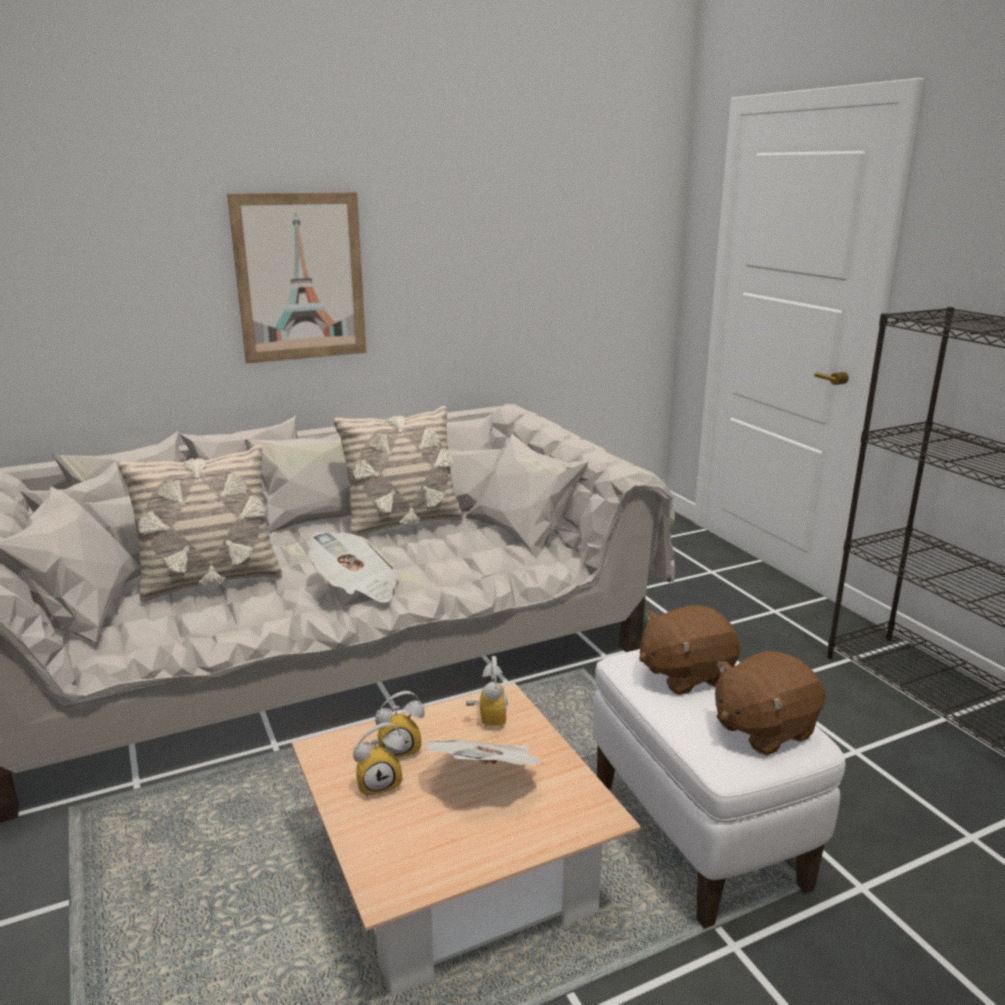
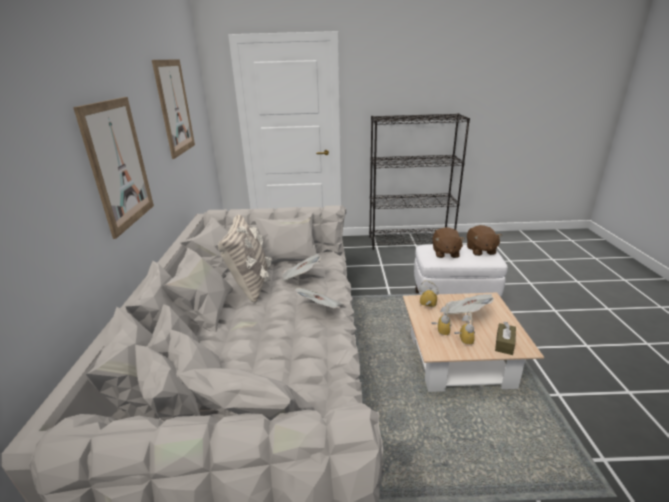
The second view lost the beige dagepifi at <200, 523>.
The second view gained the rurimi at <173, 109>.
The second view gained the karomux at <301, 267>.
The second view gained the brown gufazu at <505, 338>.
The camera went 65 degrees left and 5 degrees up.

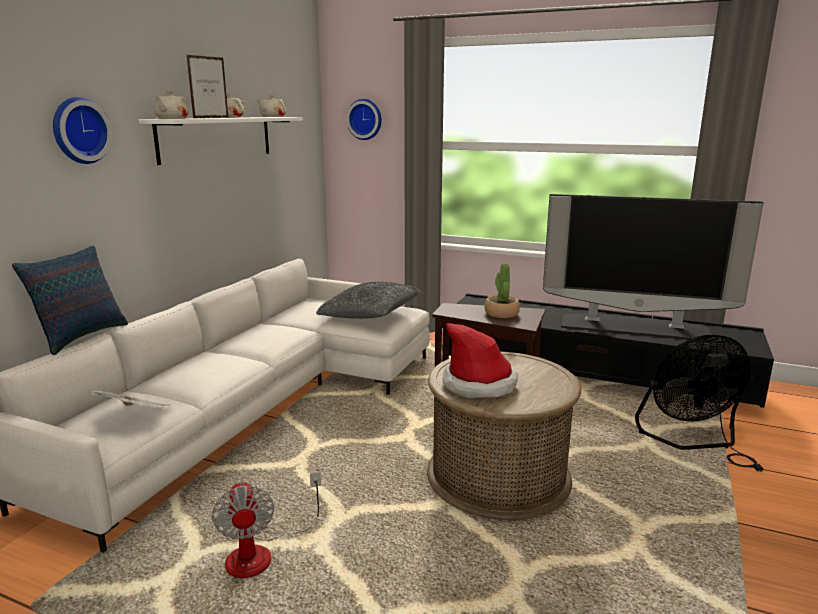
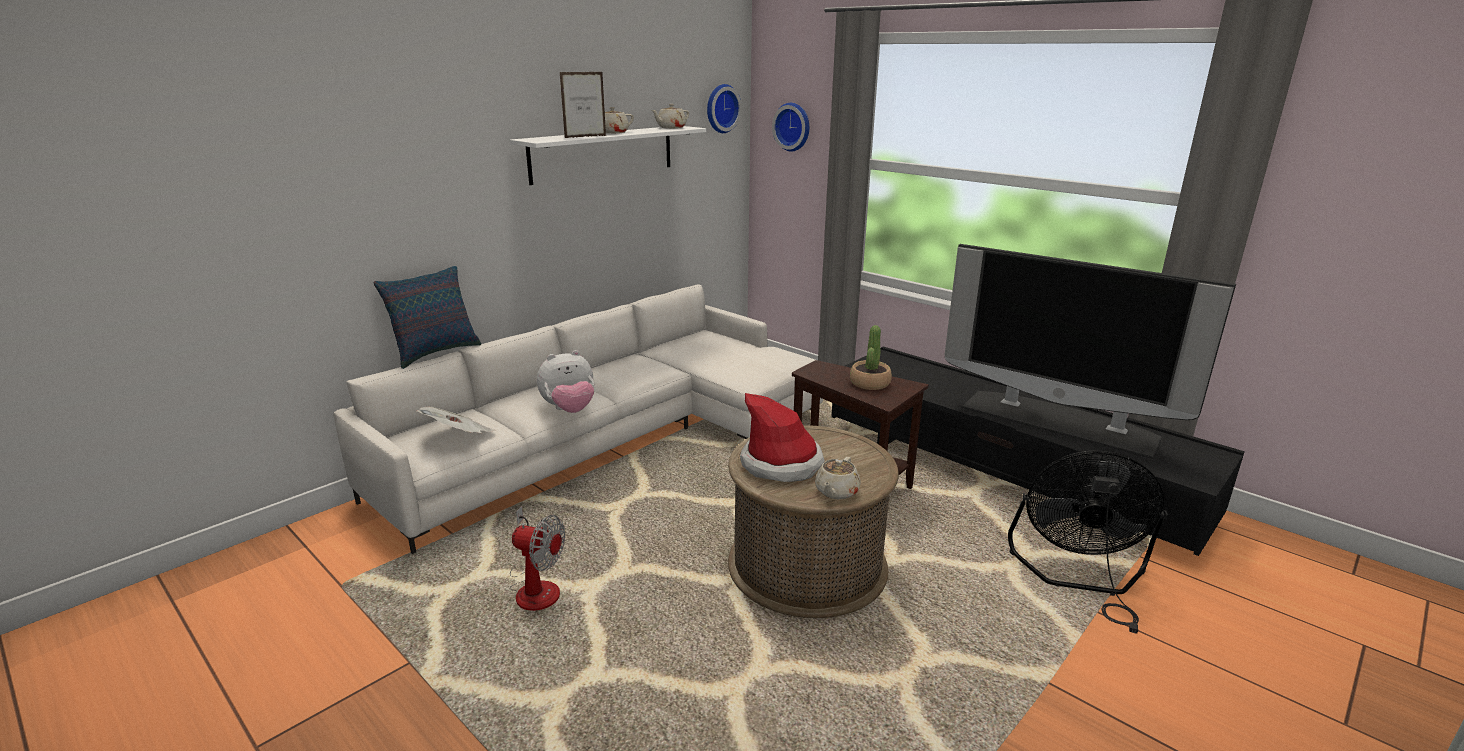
The second view lost the grey dagepifi at <368, 300>.
The second view gained the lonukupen at <565, 381>.
The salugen ended up elsewhere, having gone from <82, 130> to <724, 108>.
The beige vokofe ended up elsewhere, having gone from <171, 105> to <838, 478>.
The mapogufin at <266, 525> ended up facing another way, 75 degrees counterclockwise from before.
The camera went 20 degrees right and 5 degrees up.

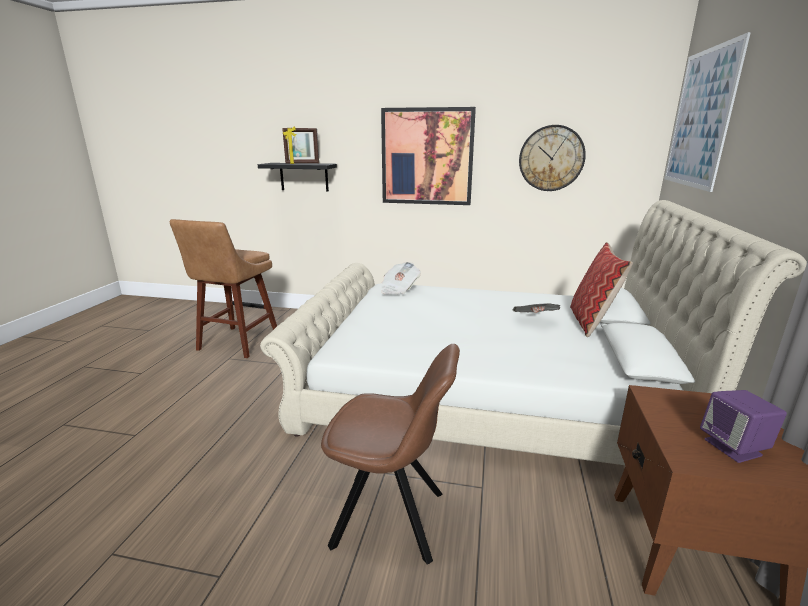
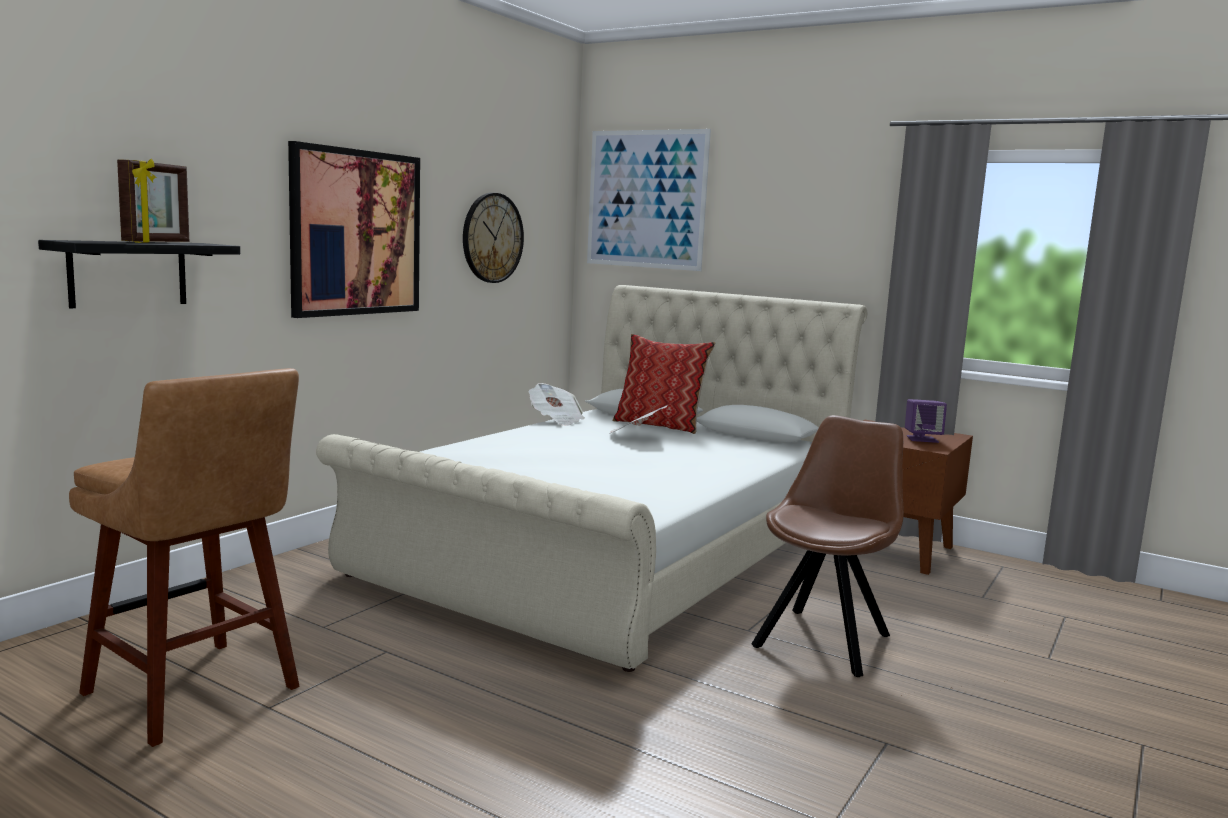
The karomux ended up elsewhere, having gone from <401, 278> to <557, 404>.
The camera went 70 degrees left and 10 degrees down.

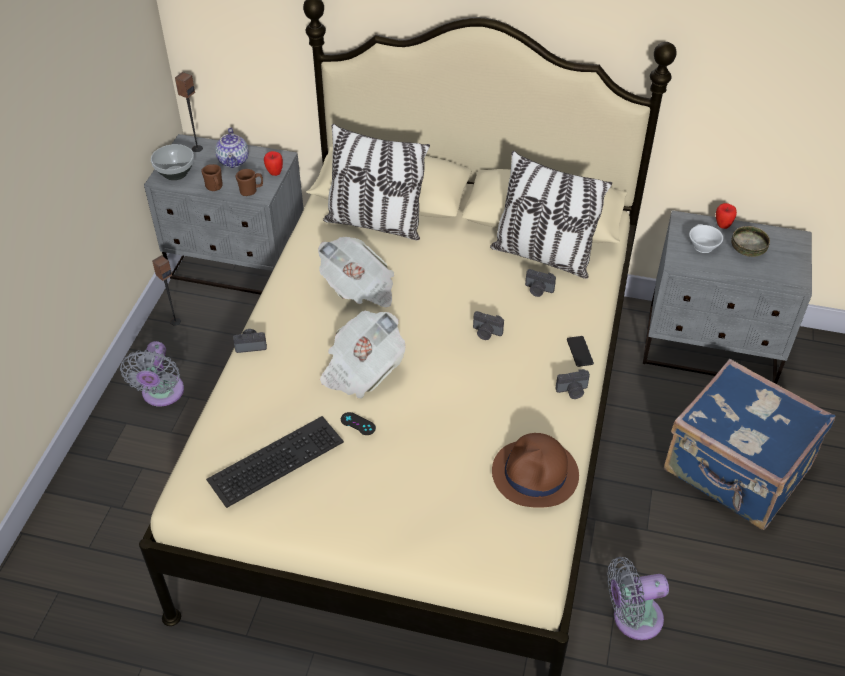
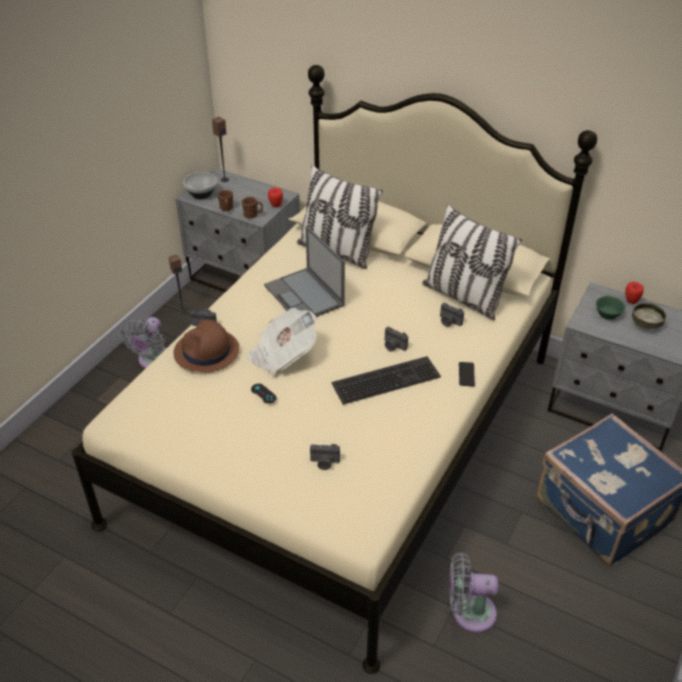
The second view lost the vokofe at <232, 147>.
The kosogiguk ended up elsewhere, having gone from <275, 462> to <386, 380>.
The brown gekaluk ended up elsewhere, having gone from <535, 470> to <206, 346>.
The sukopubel ended up elsewhere, having gone from <572, 384> to <325, 457>.
Where the karomux stood at <356, 272>, the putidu came to stand at <304, 271>.
What was the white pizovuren at <706, 238> turned into the green pizovuren at <611, 307>.
The camera went 15 degrees right and 5 degrees down.

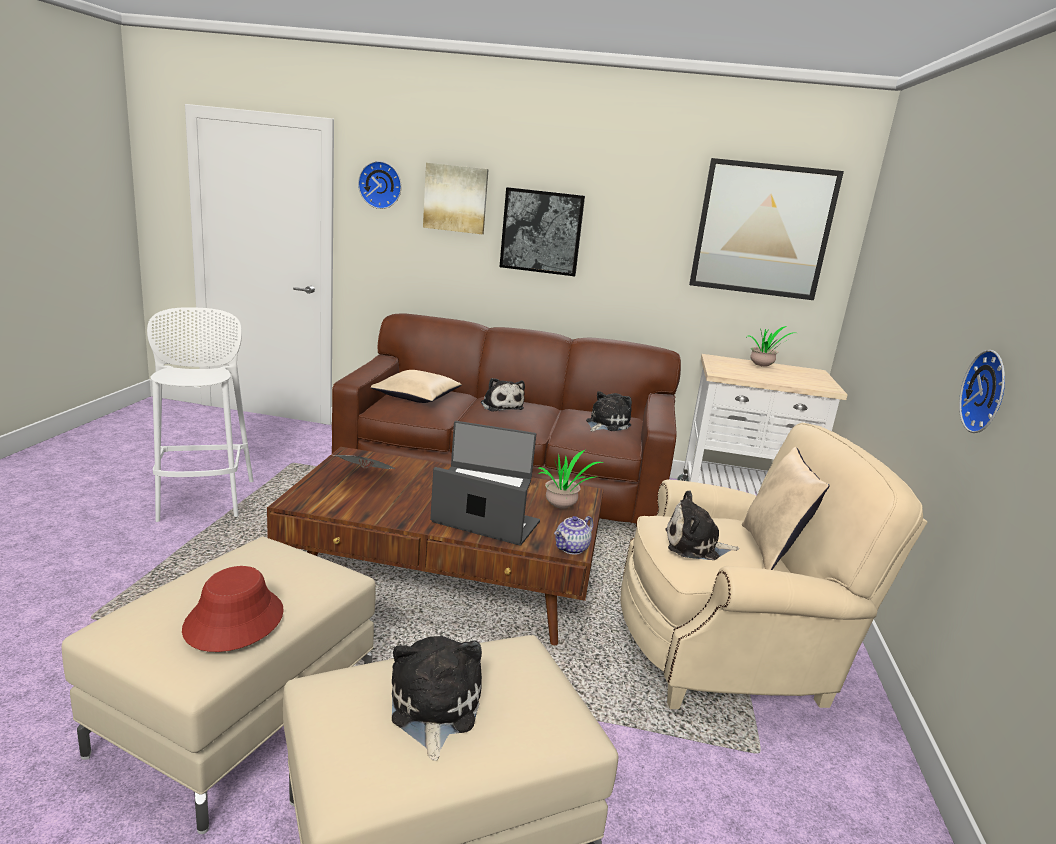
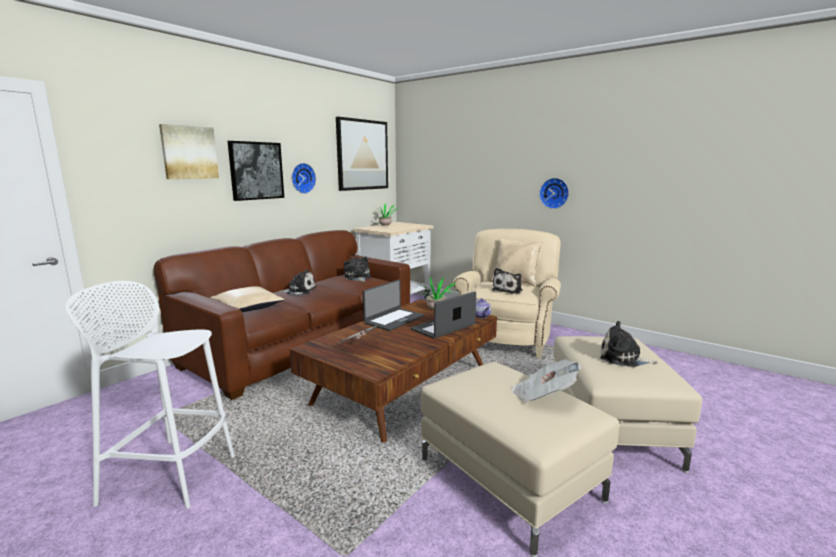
The salugen ended up elsewhere, having gone from <380, 185> to <304, 178>.
Where the red gekaluk stood at <233, 609>, the karomux came to stand at <546, 381>.
The camera went 60 degrees left and 5 degrees down.

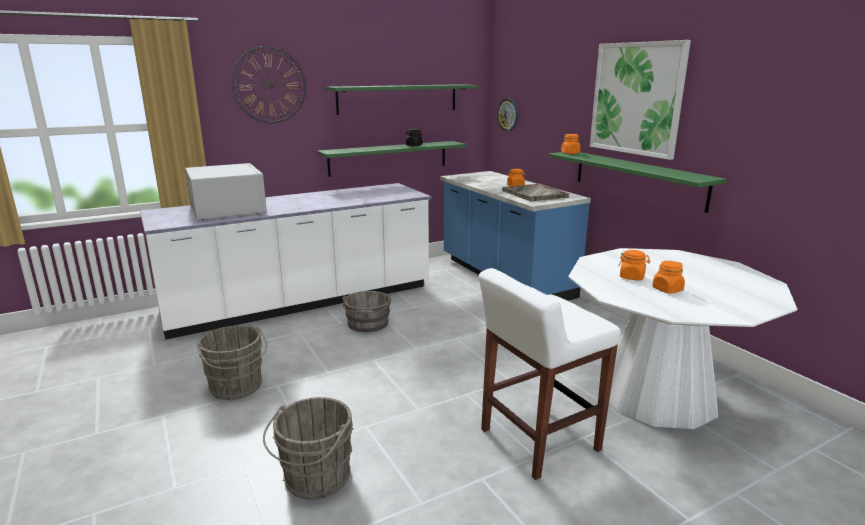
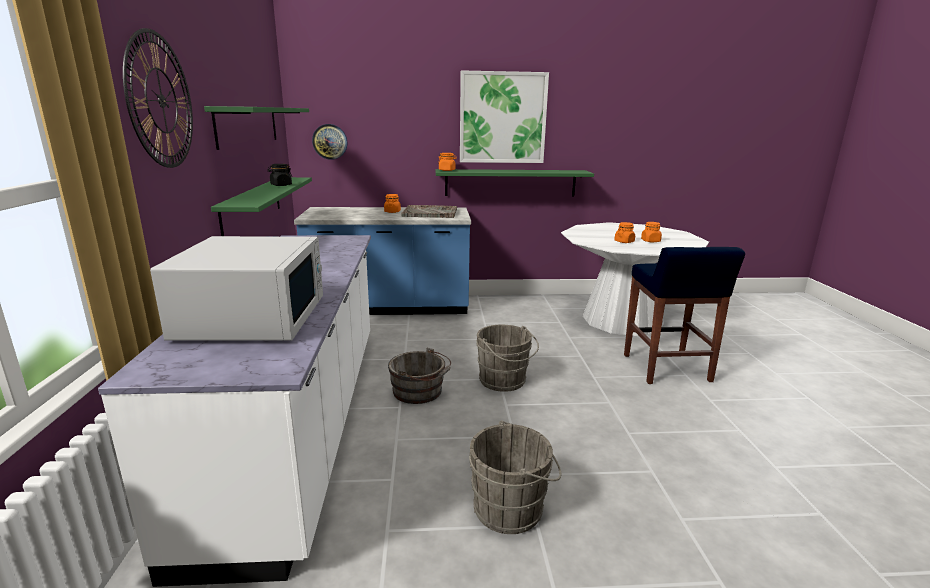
The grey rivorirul ended up elsewhere, having gone from <308, 448> to <507, 358>.
What was the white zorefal at <550, 374> turned into the blue zorefal at <684, 315>.
The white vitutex at <226, 191> ended up facing another way, 90 degrees clockwise from before.
The camera went 65 degrees left and 0 degrees up.

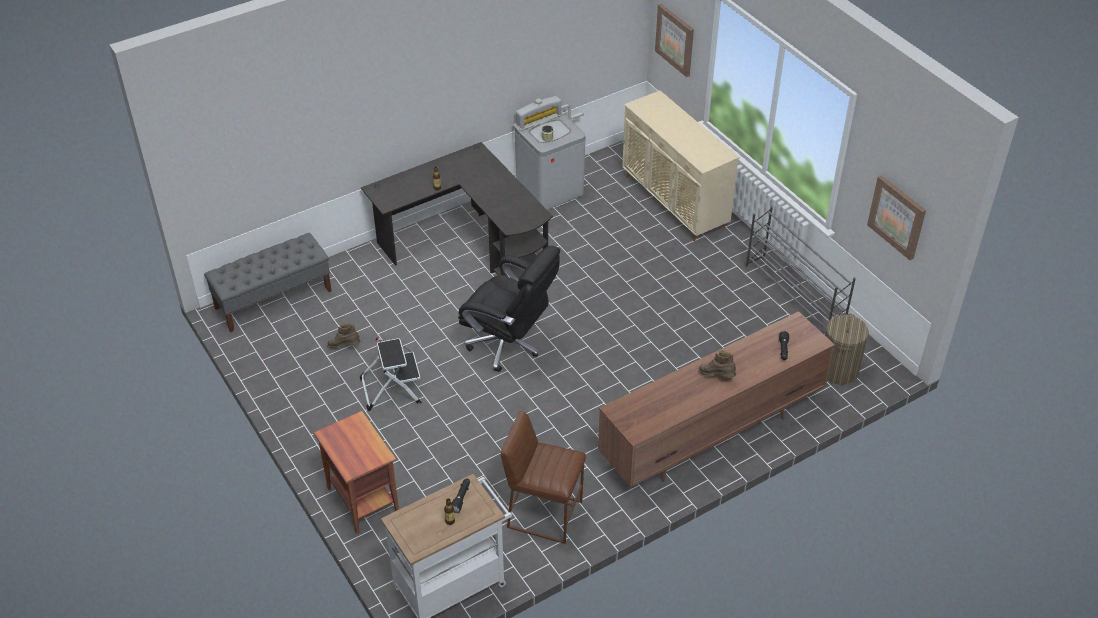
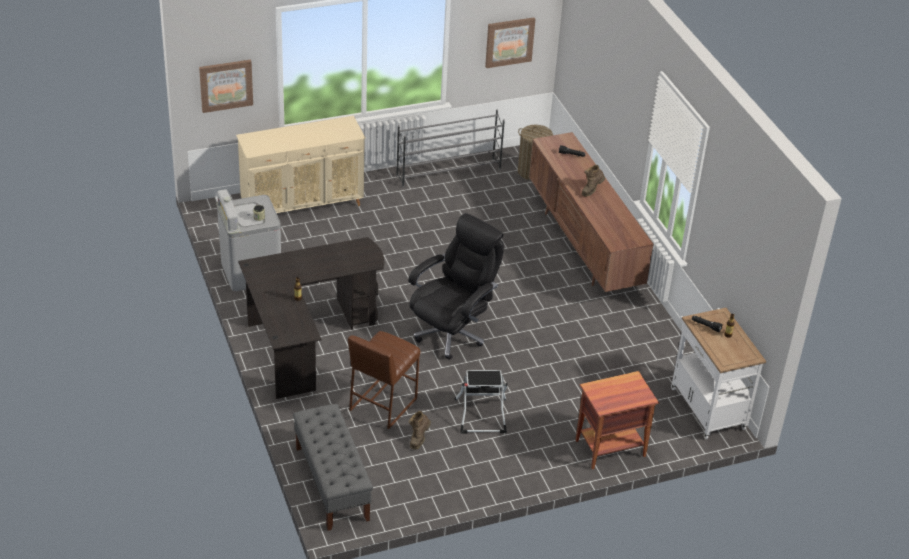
The brown zorefal ended up elsewhere, having gone from <543, 477> to <384, 380>.
The camera went 80 degrees left and 5 degrees down.

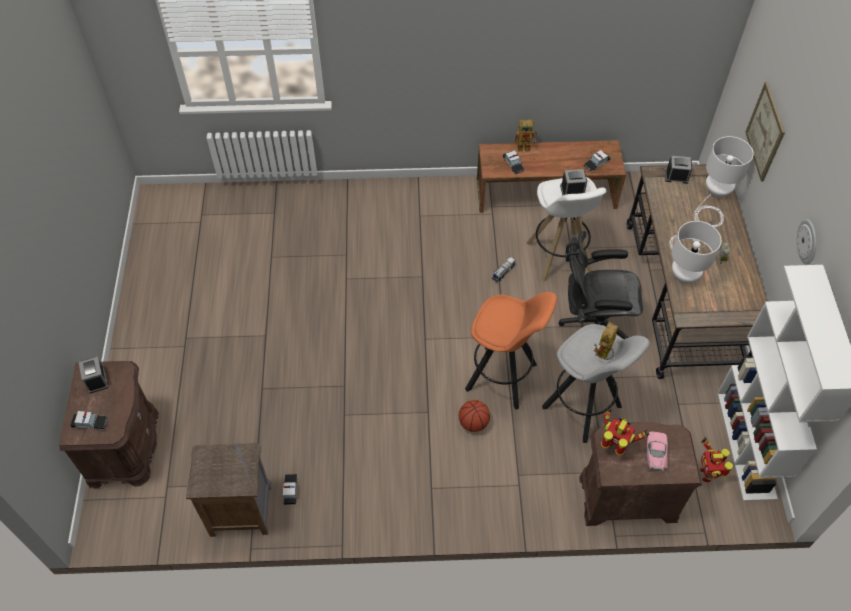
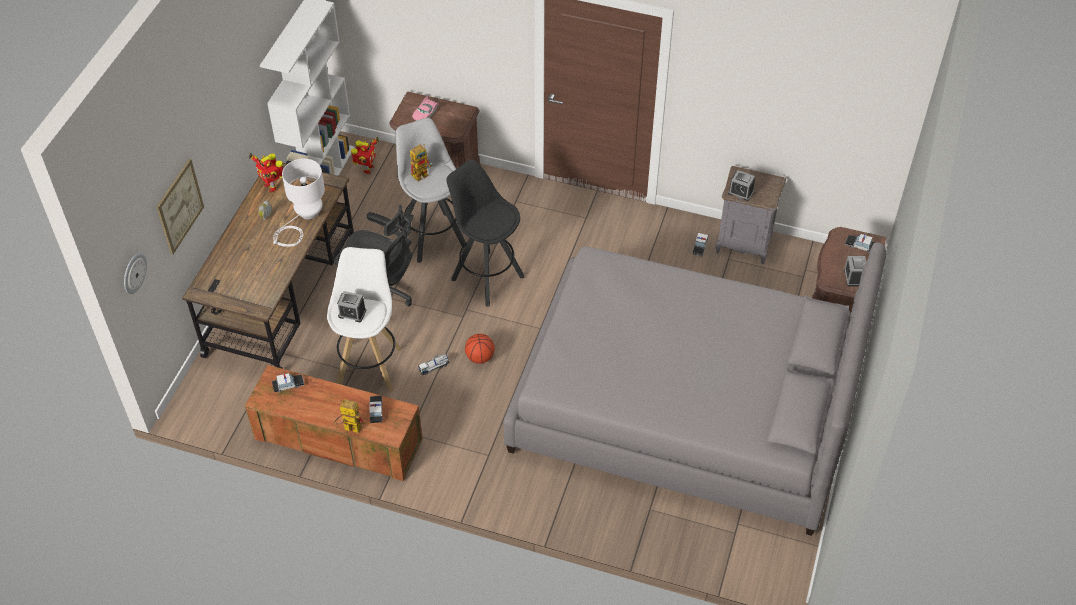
The second view lost the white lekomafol at <724, 181>.
The second view gained the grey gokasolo at <695, 389>.
The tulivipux ended up elsewhere, having gone from <474, 416> to <480, 349>.
The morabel ended up elsewhere, having gone from <625, 432> to <266, 172>.
The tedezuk ended up elsewhere, having gone from <678, 170> to <741, 185>.
The salugen ended up elsewhere, having gone from <806, 241> to <135, 273>.
What was the orange zorefal at <511, 351> turned into the black zorefal at <485, 232>.
The camera went 160 degrees left and 5 degrees down.

